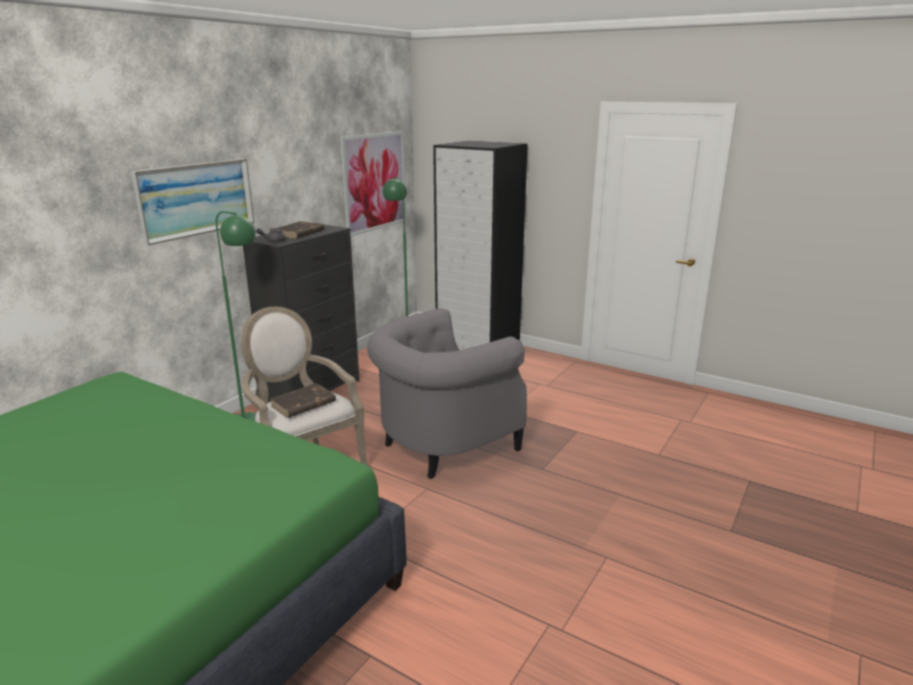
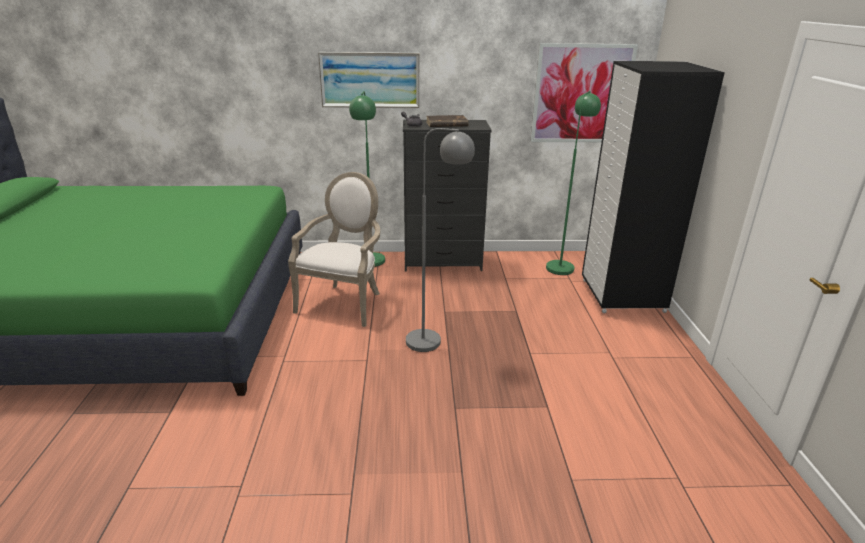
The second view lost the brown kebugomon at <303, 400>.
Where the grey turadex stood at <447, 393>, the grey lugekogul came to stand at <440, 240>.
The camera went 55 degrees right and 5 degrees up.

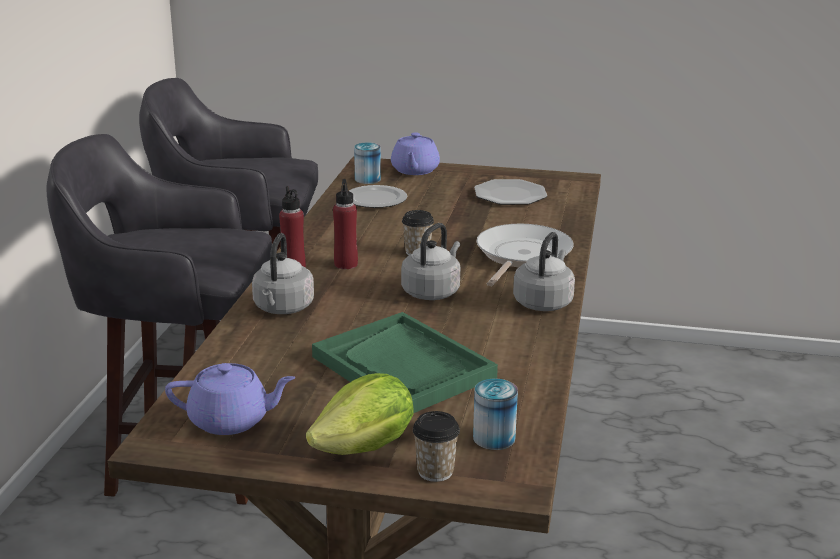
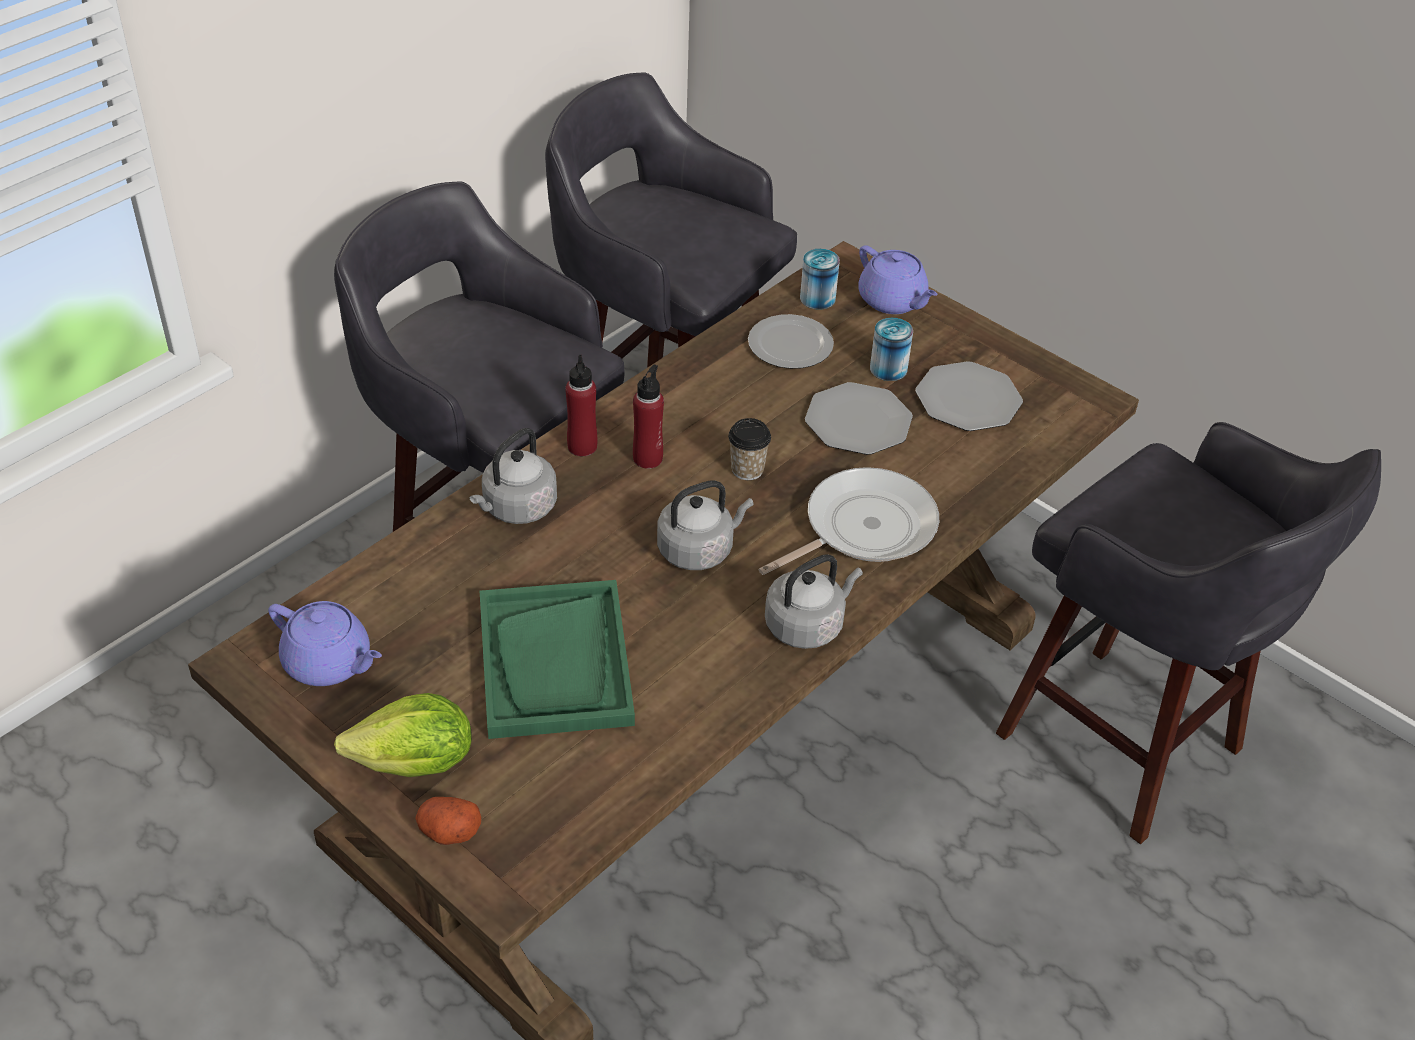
The second view gained the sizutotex at <859, 418>.
The second view gained the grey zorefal at <1188, 633>.
The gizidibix ended up elsewhere, having gone from <495, 414> to <891, 349>.
Where the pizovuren stood at <436, 446>, the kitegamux came to stand at <448, 821>.
The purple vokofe at <415, 153> ended up facing another way, 75 degrees counterclockwise from before.
The camera went 30 degrees right and 20 degrees up.

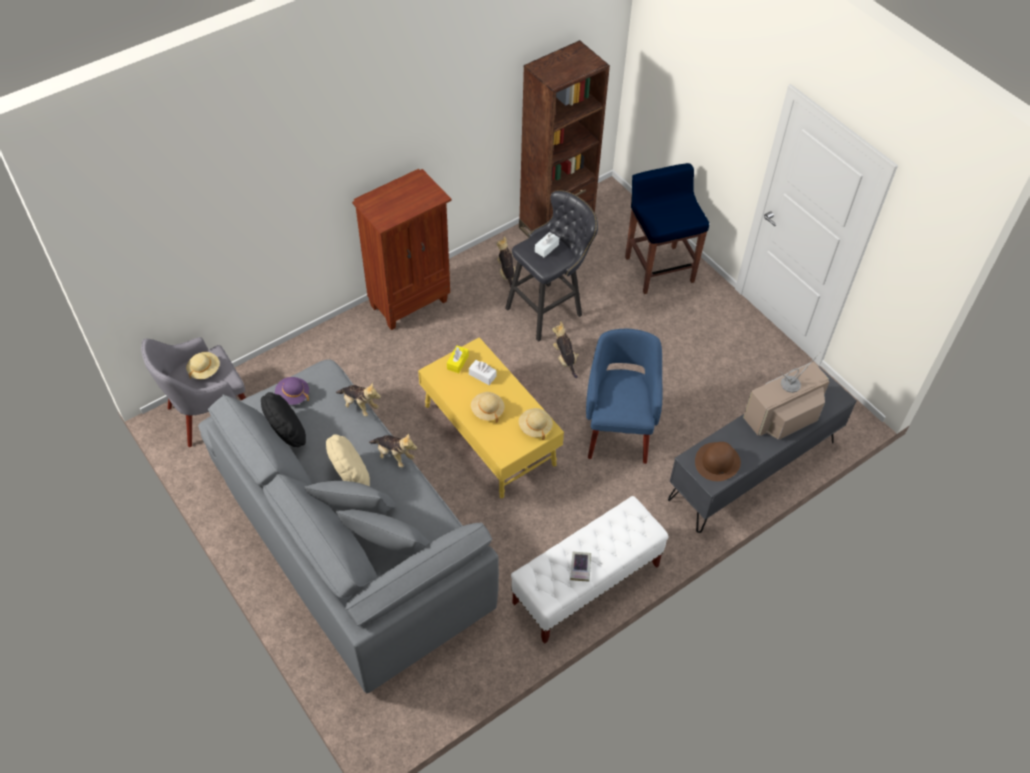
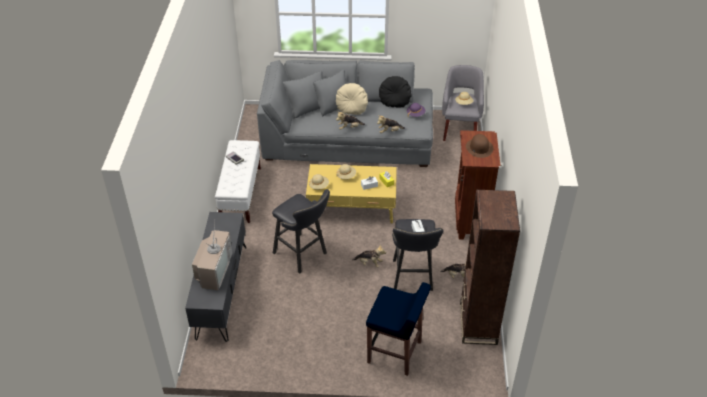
The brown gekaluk ended up elsewhere, having gone from <718, 461> to <479, 146>.
Where the blue turadex stood at <624, 396>, the black zorefal came to stand at <301, 231>.
The camera went 130 degrees right and 10 degrees down.

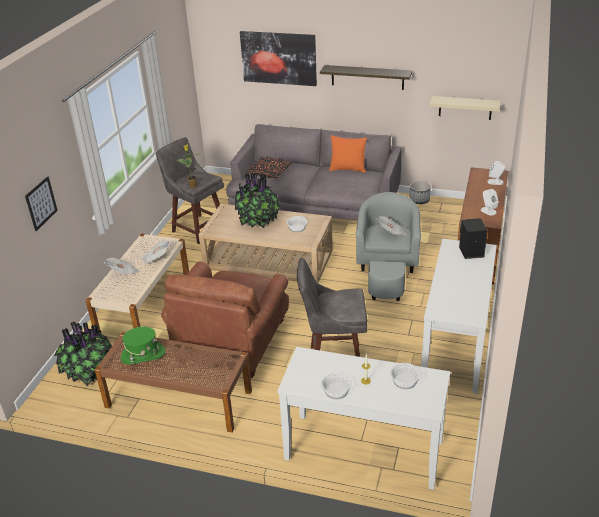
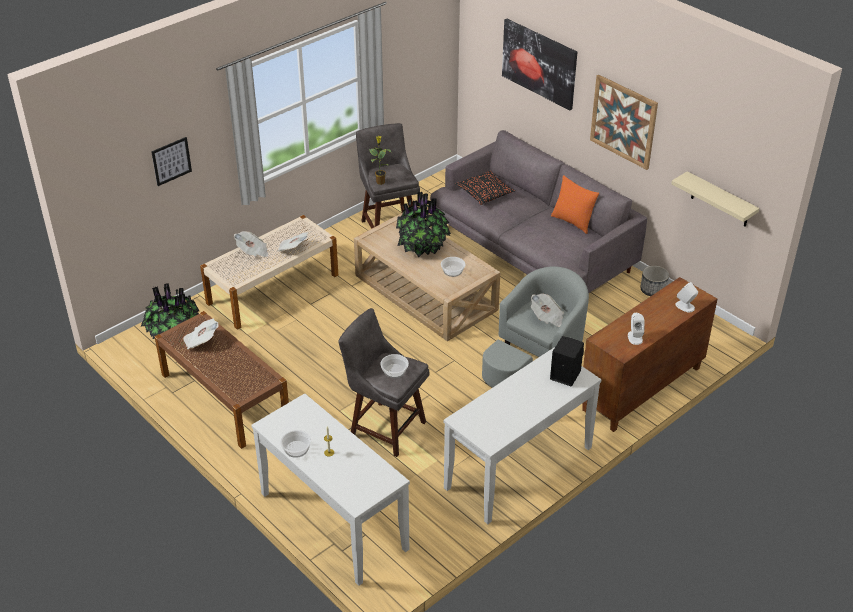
The second view lost the brown turadex at <225, 320>.
The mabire ended up elsewhere, having gone from <405, 376> to <394, 366>.
Where the green gekaluk stood at <143, 345>, the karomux came to stand at <201, 333>.
Where the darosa hung at <366, 77>, the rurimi came to hang at <624, 122>.
The camera went 30 degrees right and 5 degrees up.

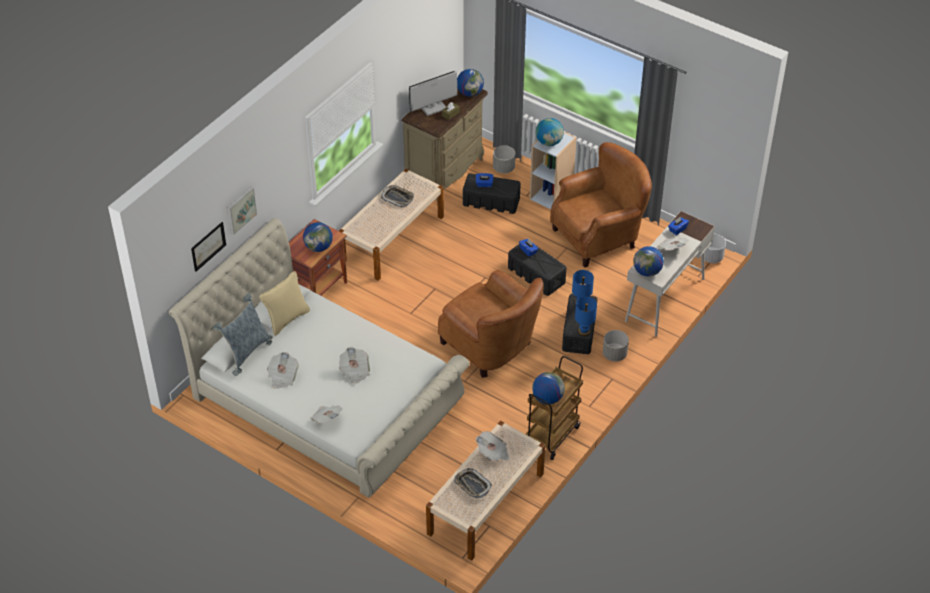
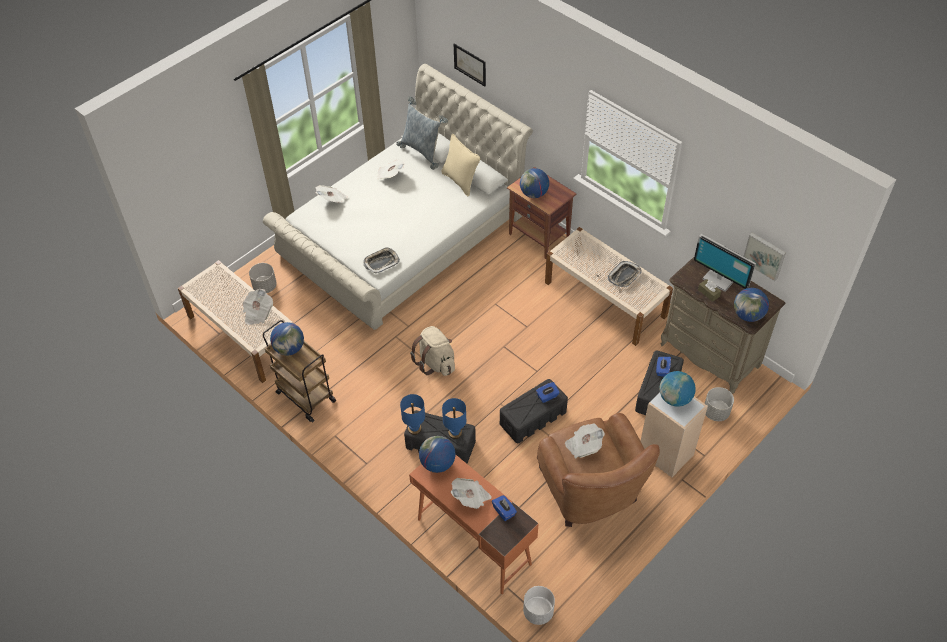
The rurimi ended up elsewhere, having gone from <242, 210> to <765, 256>.
The karomux ended up elsewhere, having gone from <354, 365> to <585, 441>.
The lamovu ended up elsewhere, having gone from <473, 483> to <381, 260>.
The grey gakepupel ended up elsewhere, having gone from <616, 346> to <263, 278>.
Where the brown turadex stood at <491, 324>, the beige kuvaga came to stand at <432, 351>.
What was the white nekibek at <670, 274> turned into the orange nekibek at <474, 524>.
The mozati at <433, 93> ended up facing another way, 150 degrees clockwise from before.
The camera went 100 degrees right and 5 degrees up.

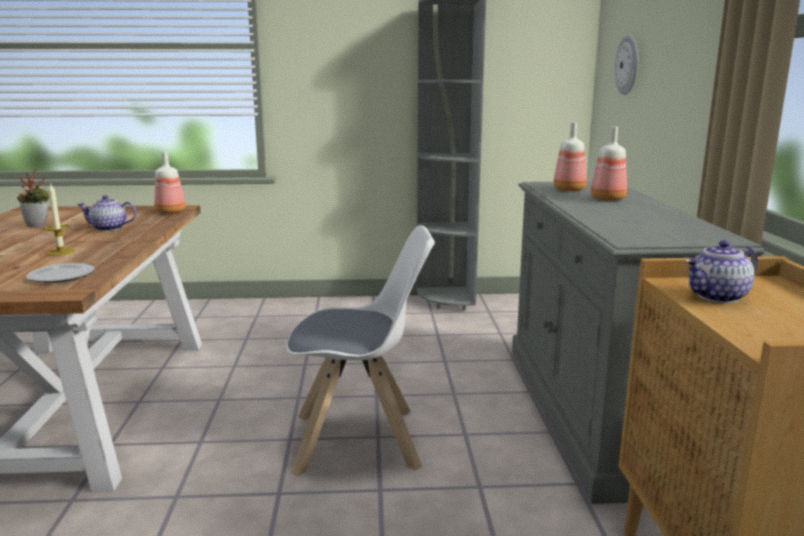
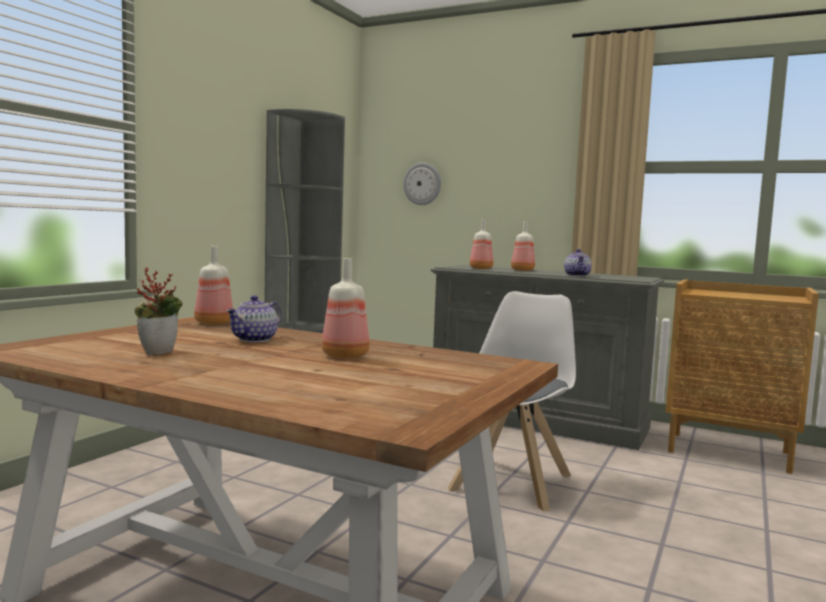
The second view lost the sizutotex at <60, 273>.
The vokofe ended up elsewhere, having gone from <722, 271> to <578, 262>.
Where the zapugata stood at <60, 219>, the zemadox came to stand at <346, 308>.
The camera went 60 degrees left and 10 degrees down.

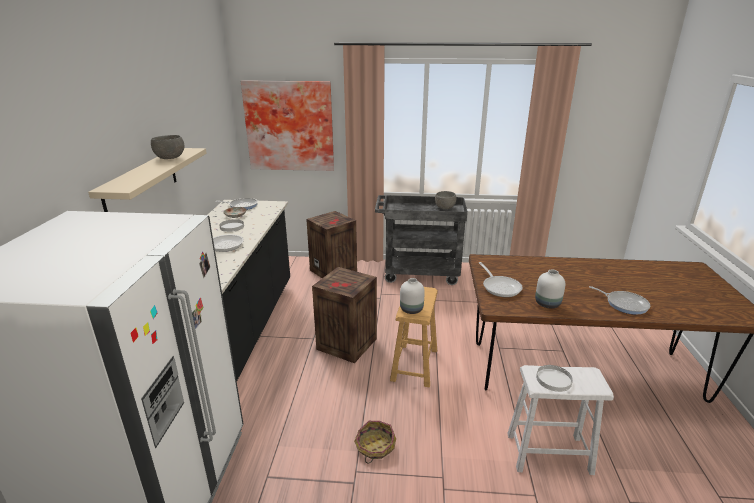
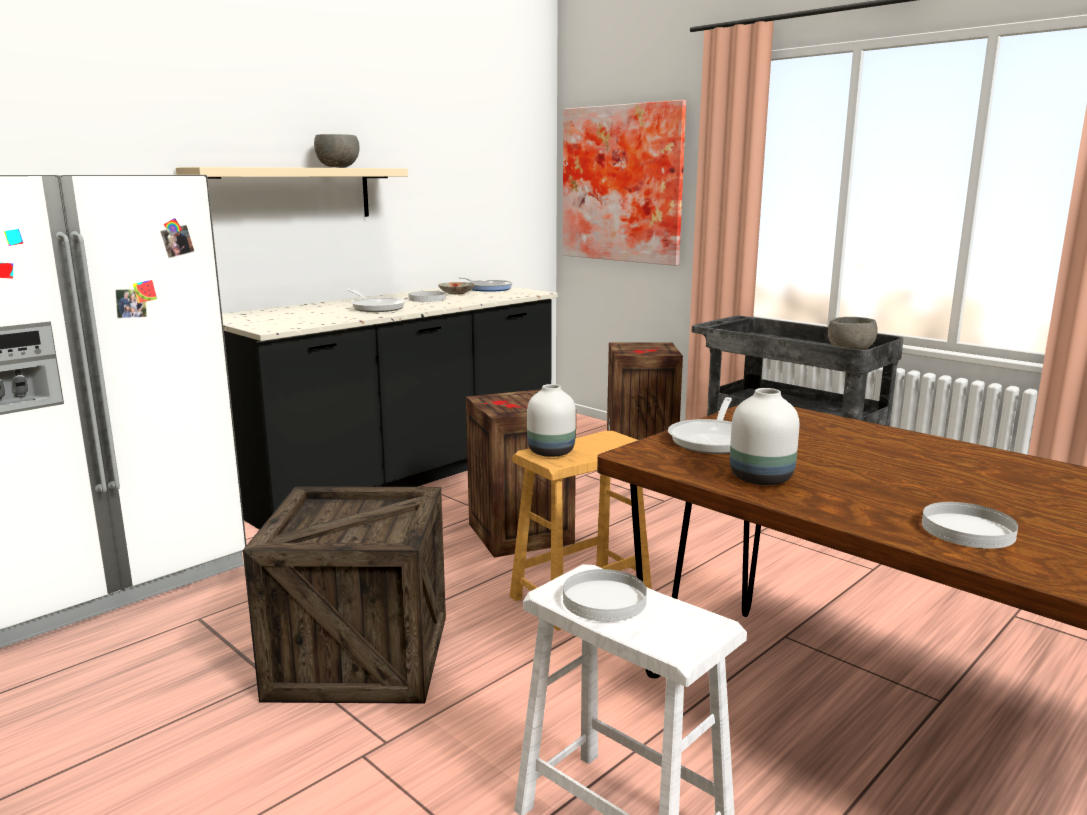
Where the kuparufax stood at <375, 442>, the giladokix came to stand at <344, 595>.
Where the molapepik stood at <619, 300>, the white sizutotex came to stand at <970, 525>.
The camera went 40 degrees right and 10 degrees down.

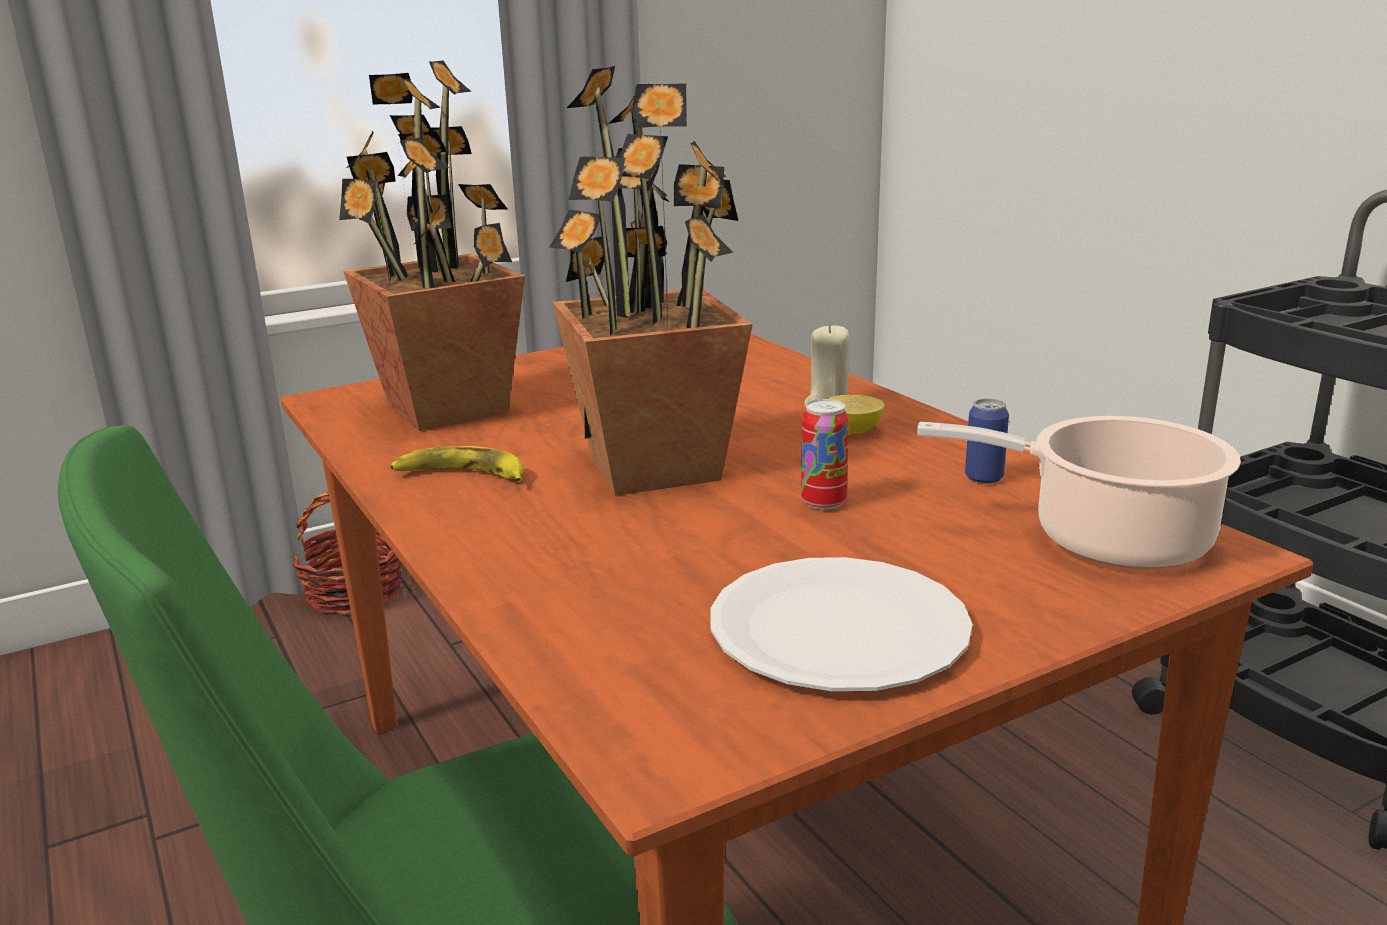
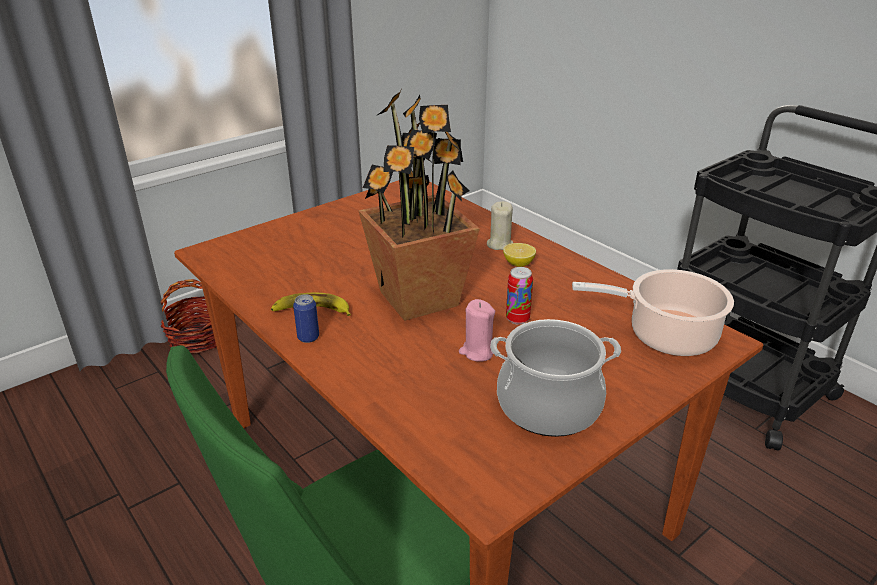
The second view lost the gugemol at <432, 245>.
The second view gained the pink zapugata at <477, 330>.
The gizidibix ended up elsewhere, having gone from <987, 441> to <306, 318>.
Where the white sizutotex stood at <841, 624>, the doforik came to stand at <555, 378>.
The camera went 10 degrees left and 10 degrees up.

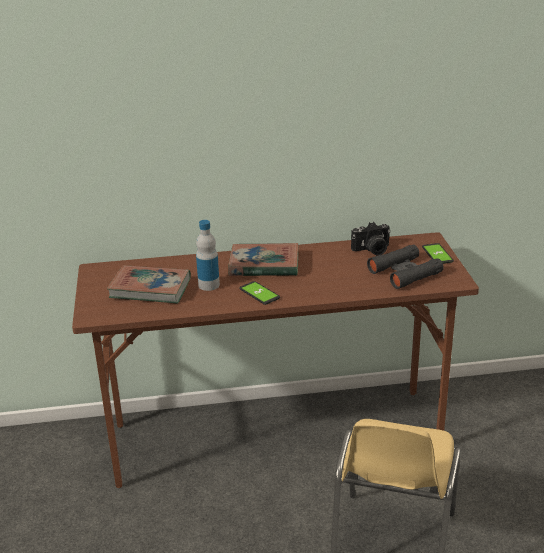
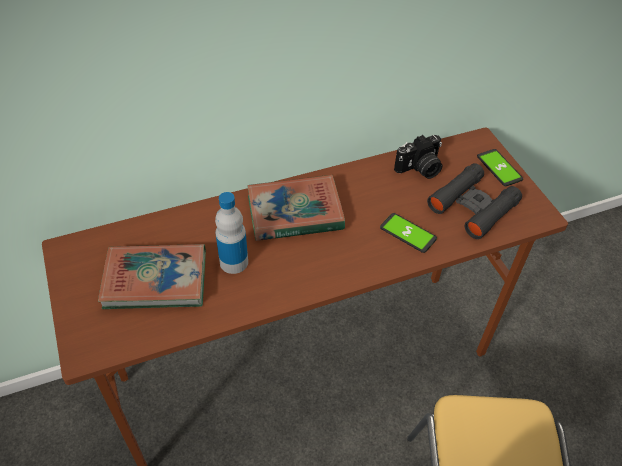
The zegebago ended up elsewhere, having gone from <259, 293> to <408, 233>.
The camera went 15 degrees left and 20 degrees up.

